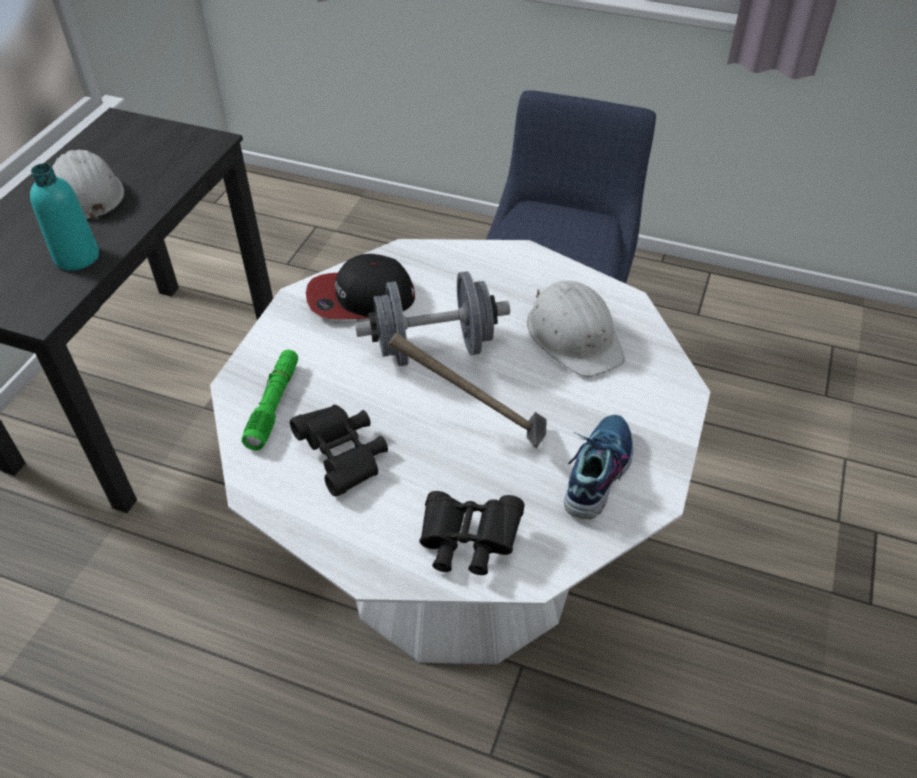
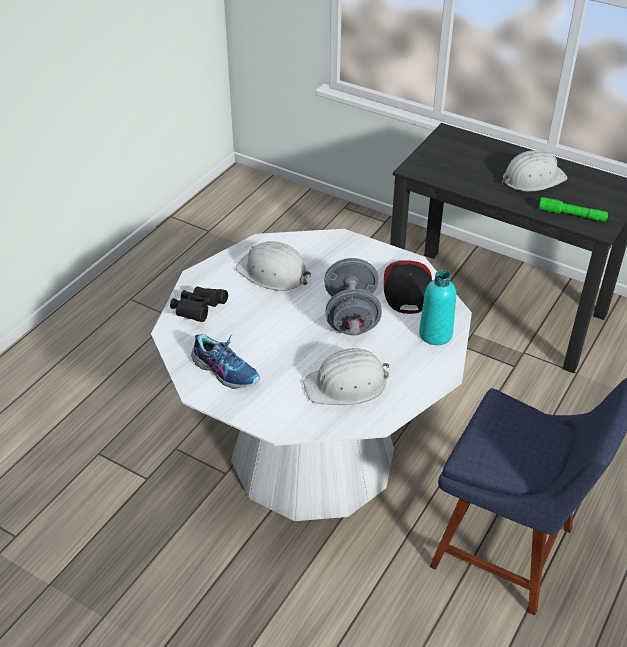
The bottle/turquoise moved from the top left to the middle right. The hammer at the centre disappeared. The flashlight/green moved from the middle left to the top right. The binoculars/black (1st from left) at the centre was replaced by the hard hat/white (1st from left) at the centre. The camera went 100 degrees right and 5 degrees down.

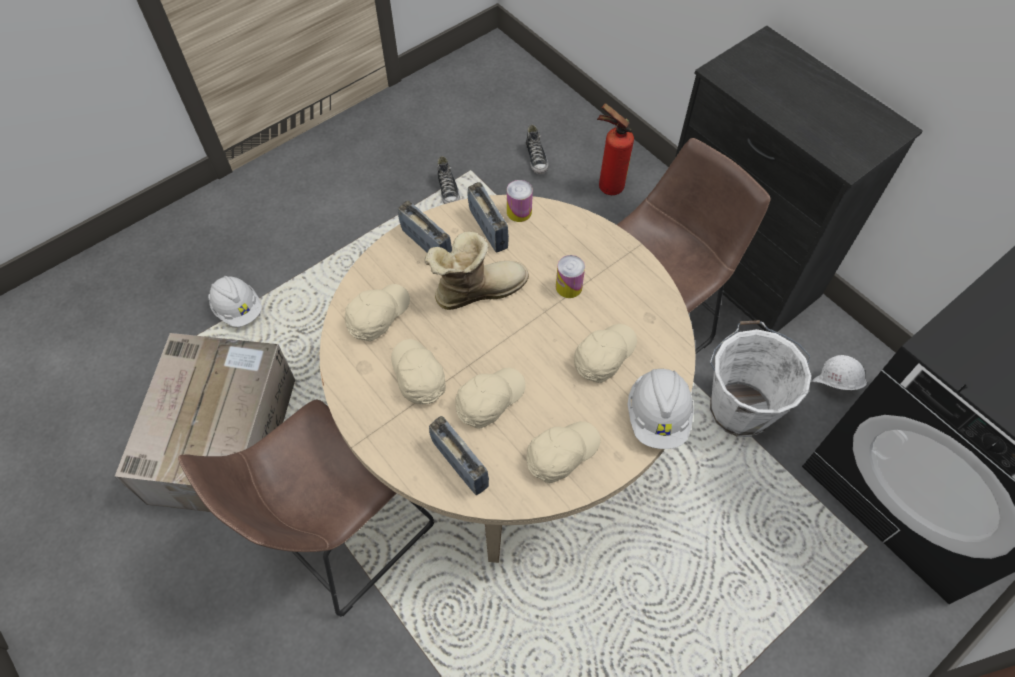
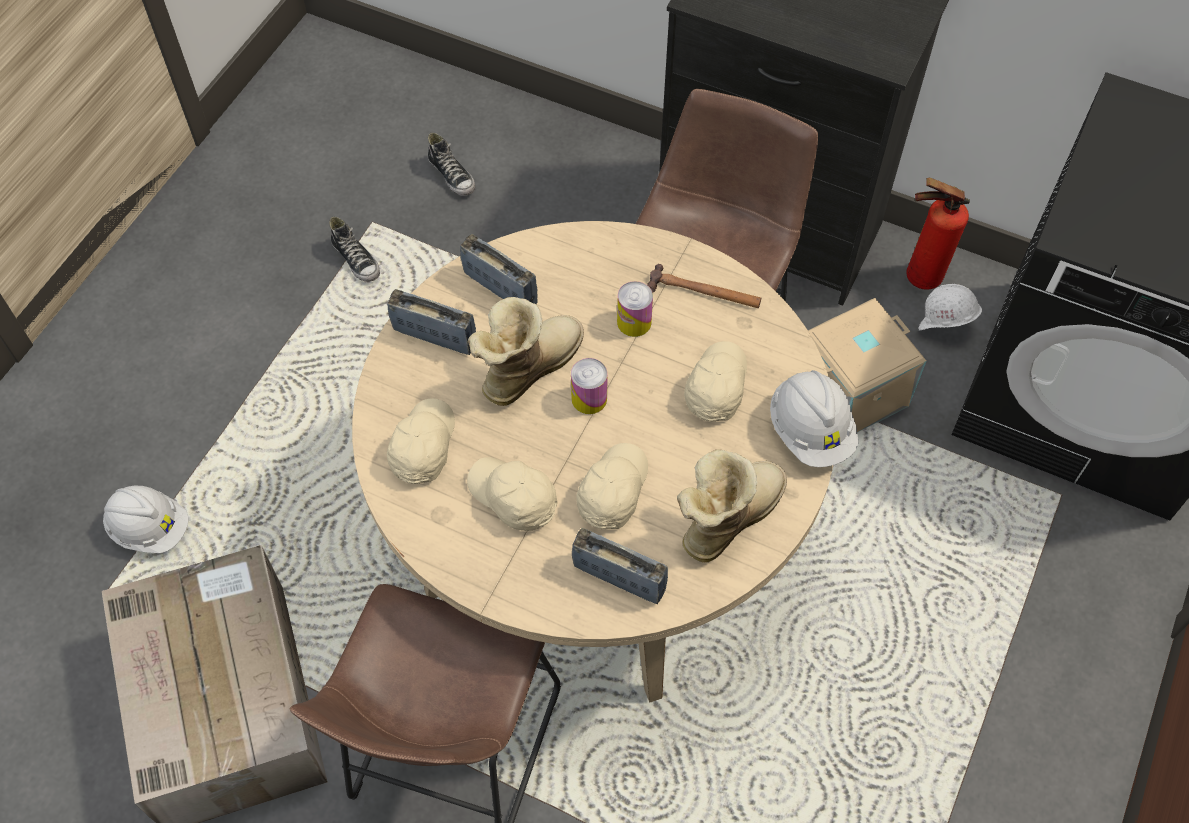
The fire extinguisher moved from the top centre to the top right. The can (1st from left) moved from the top centre to the centre. The bucket/white at the middle right was replaced by the storage box/beige at the middle right. The cap/beige (4th from left) at the bottom centre was replaced by the boot (2nd from left) at the centre. The hammer at the centre appeared. The camera went 25 degrees left and 0 degrees up.

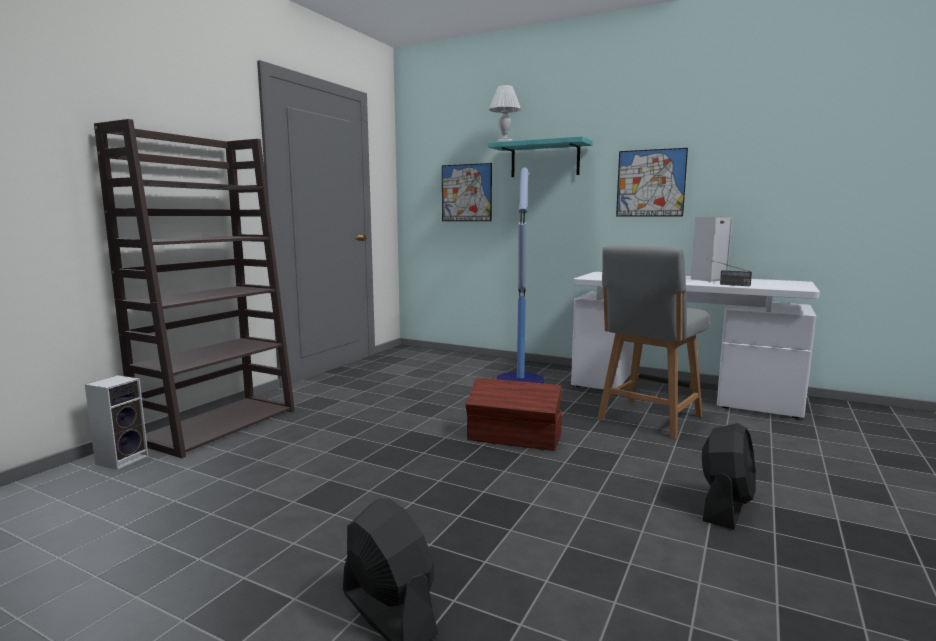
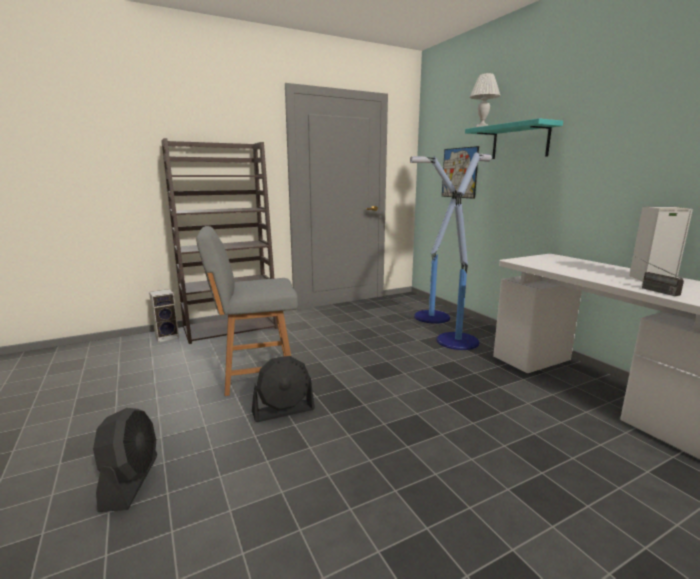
The picture (2nd from left) at the top right disappeared. The chair/grey moved from the middle right to the centre. The storage box/brown at the centre disappeared. The fan/black (2nd from left) moved from the bottom right to the bottom centre. The floor lamp (1st from left) at the centre appeared. The camera went 35 degrees right and 5 degrees up.

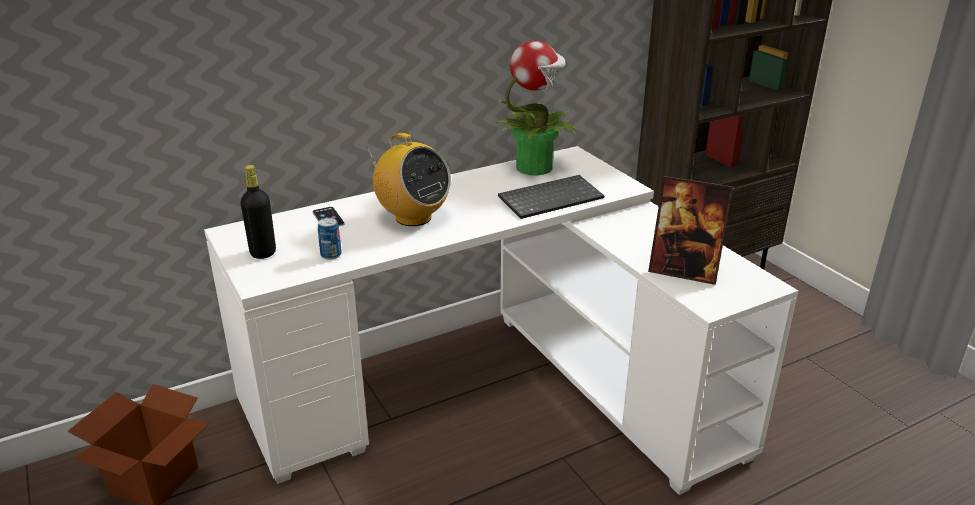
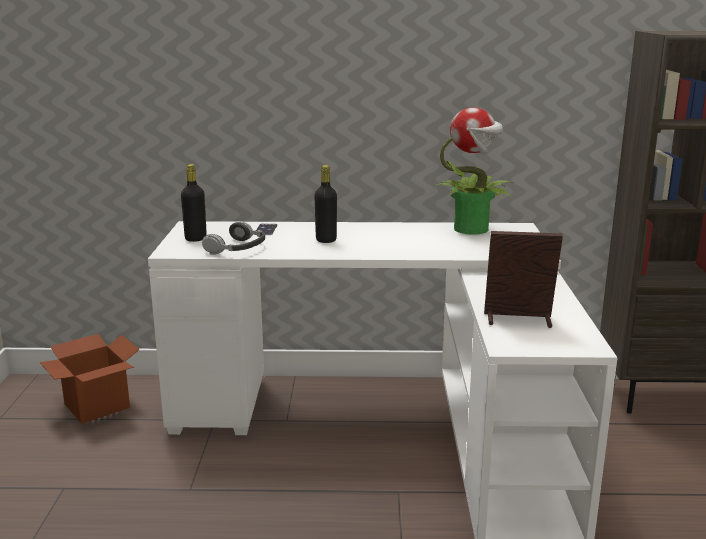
The radio at the centre was replaced by the bottle/black (2nd from left) at the centre. The keyboard at the centre disappeared. The picture frame at the middle right turned 135 degrees clockwise. The can at the centre was replaced by the headphones at the middle left. The camera went 30 degrees right and 10 degrees down.

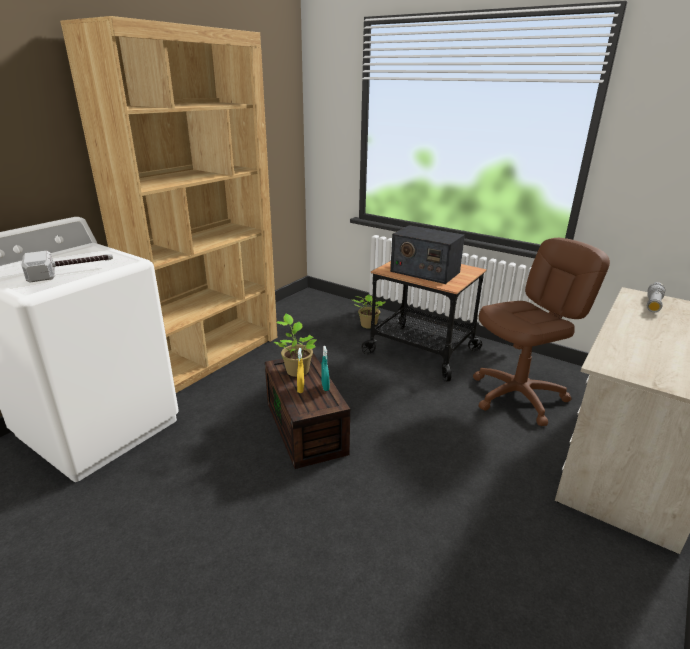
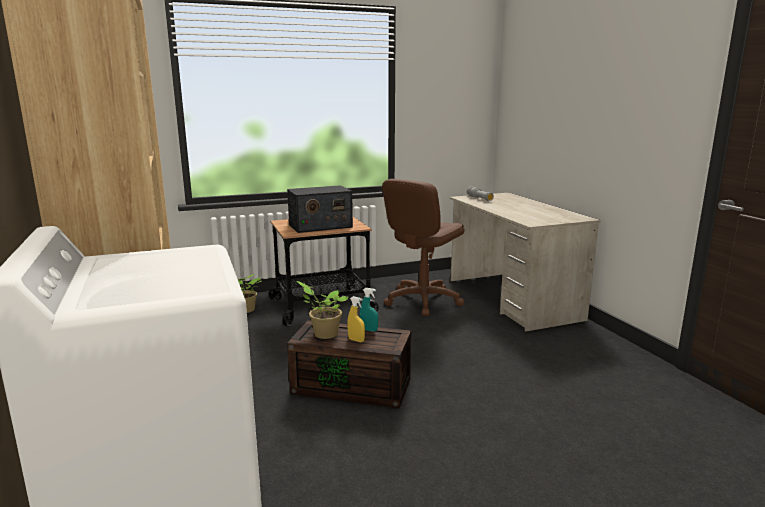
The office chair/brown at the middle right turned 150 degrees counterclockwise. The hammer at the middle left disappeared. The camera went 55 degrees left and 10 degrees down.

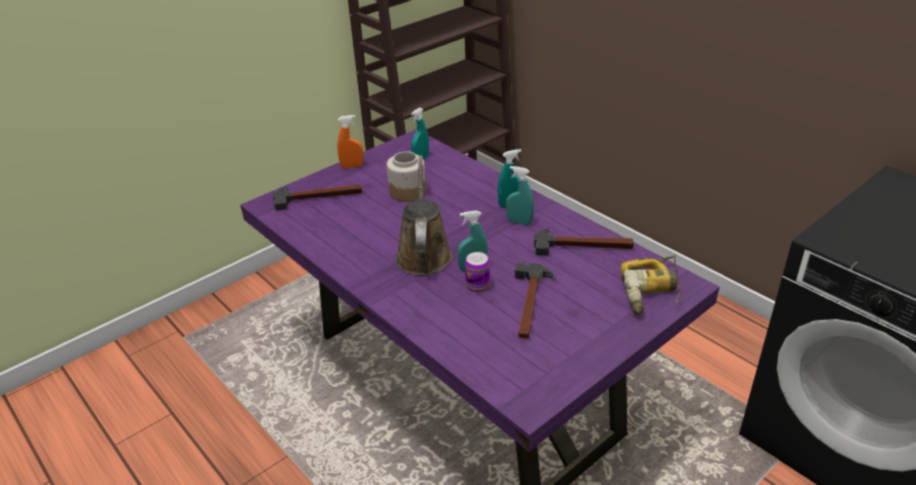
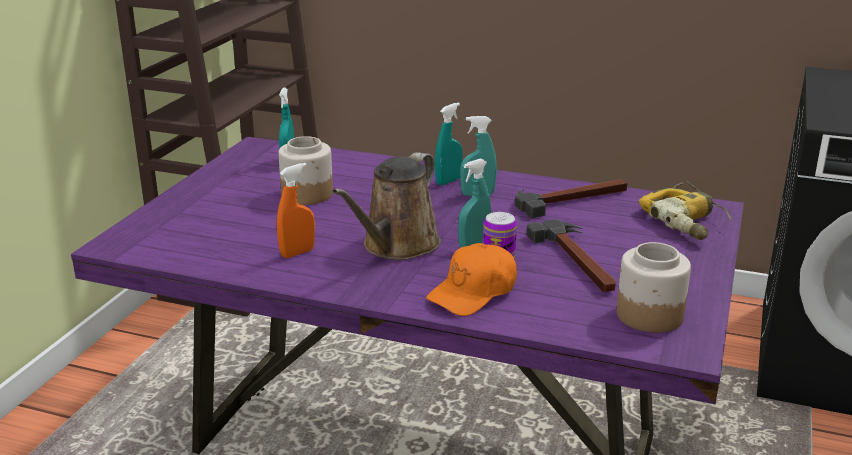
The spray bottle/orange moved from the top centre to the centre. The watering can/brown at the centre turned 120 degrees counterclockwise. The hammer (1st from left) at the centre disappeared. The jar (2nd from left) at the middle right appeared. The cap/orange at the centre appeared. The camera went 30 degrees left and 10 degrees down.

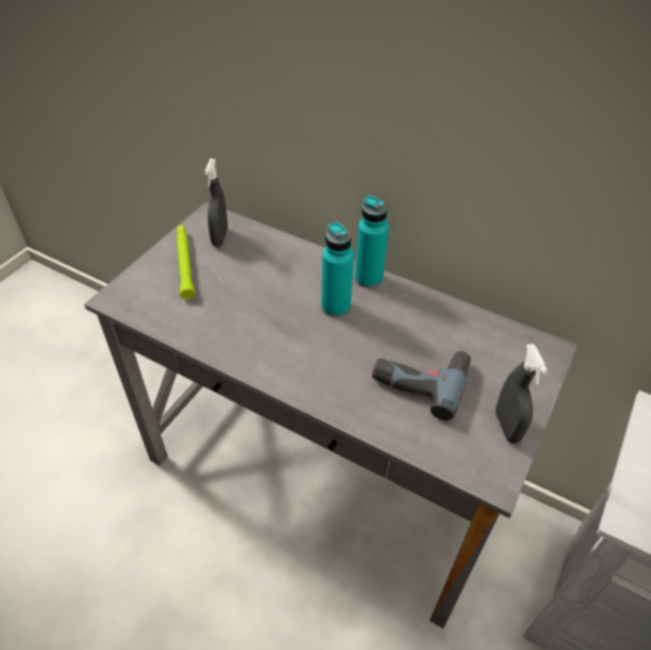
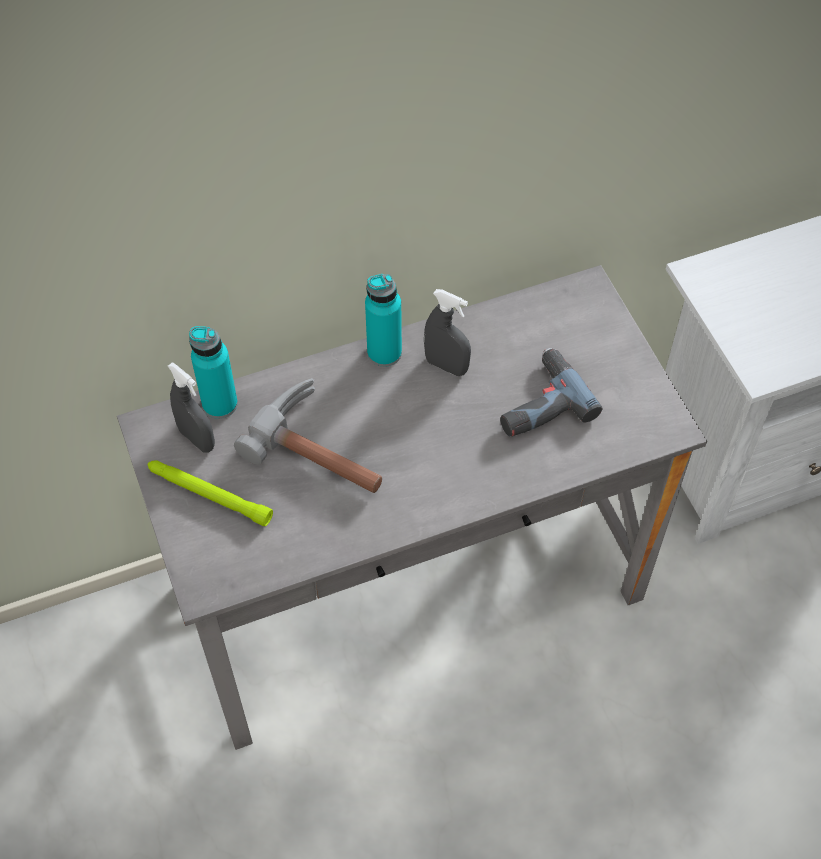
The bottle/turquoise (1st from left) moved from the centre to the middle left. The spray bottle/grey (2nd from left) moved from the middle right to the centre. The hammer at the centre appeared. The camera went 50 degrees left and 10 degrees up.

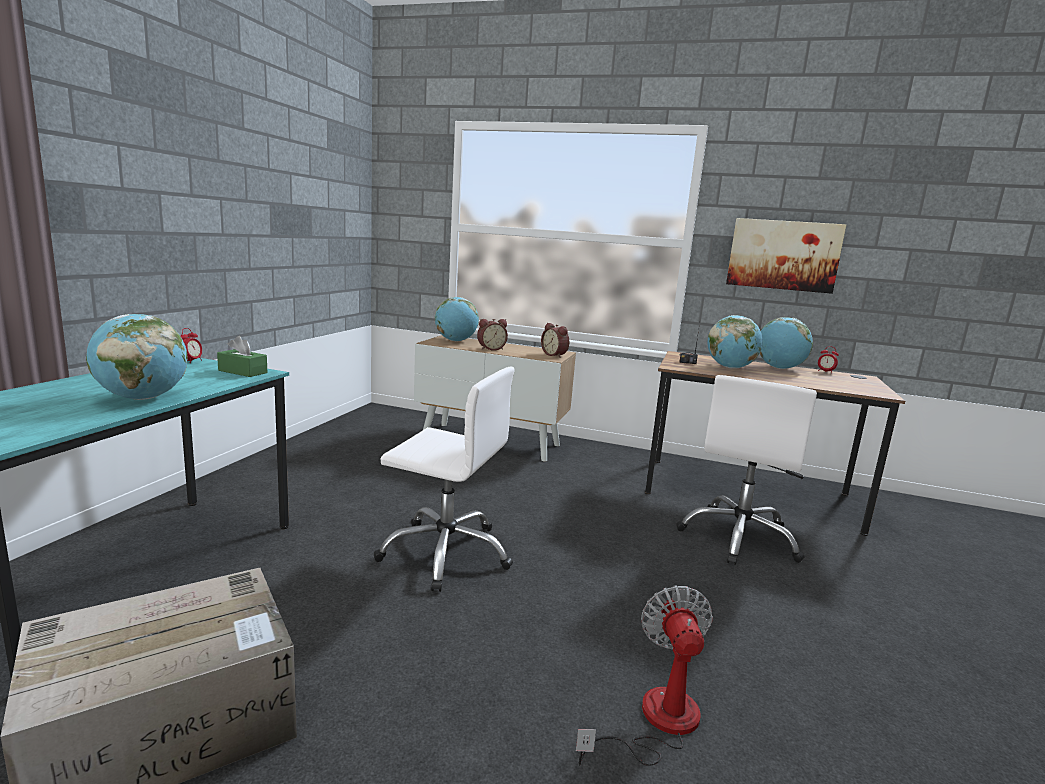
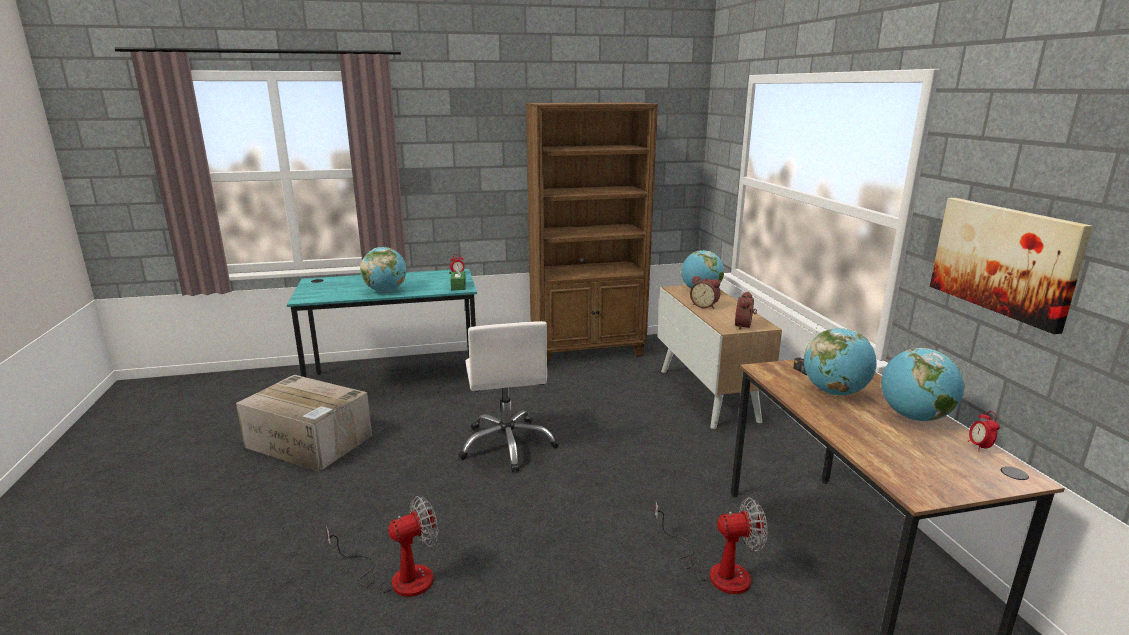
The office chair/white (2nd from left) at the middle right was replaced by the fan (2nd from left) at the bottom centre. The bookcase/brown at the centre appeared. The camera went 60 degrees right and 5 degrees up.

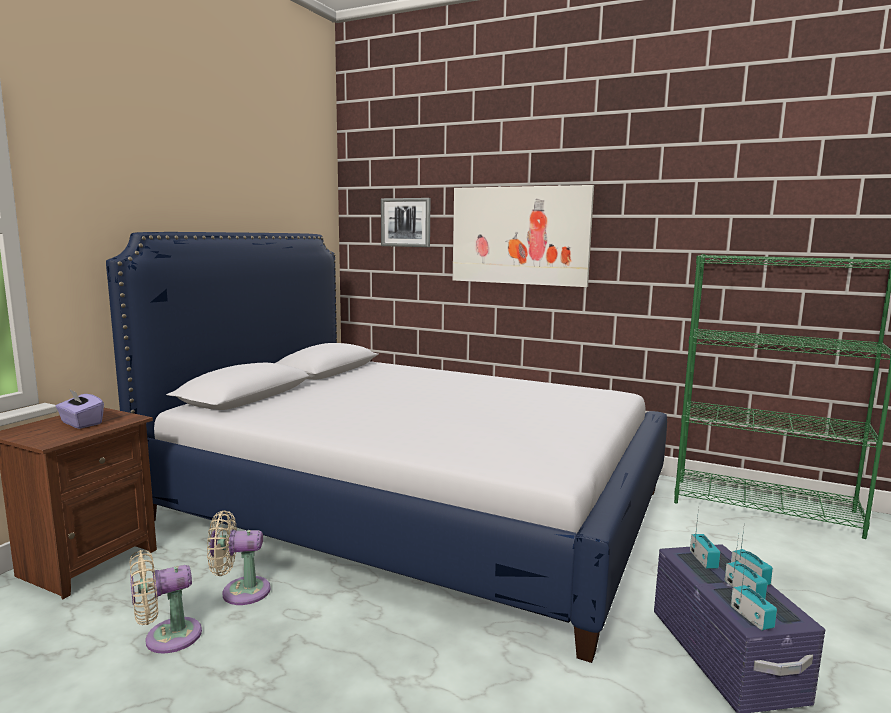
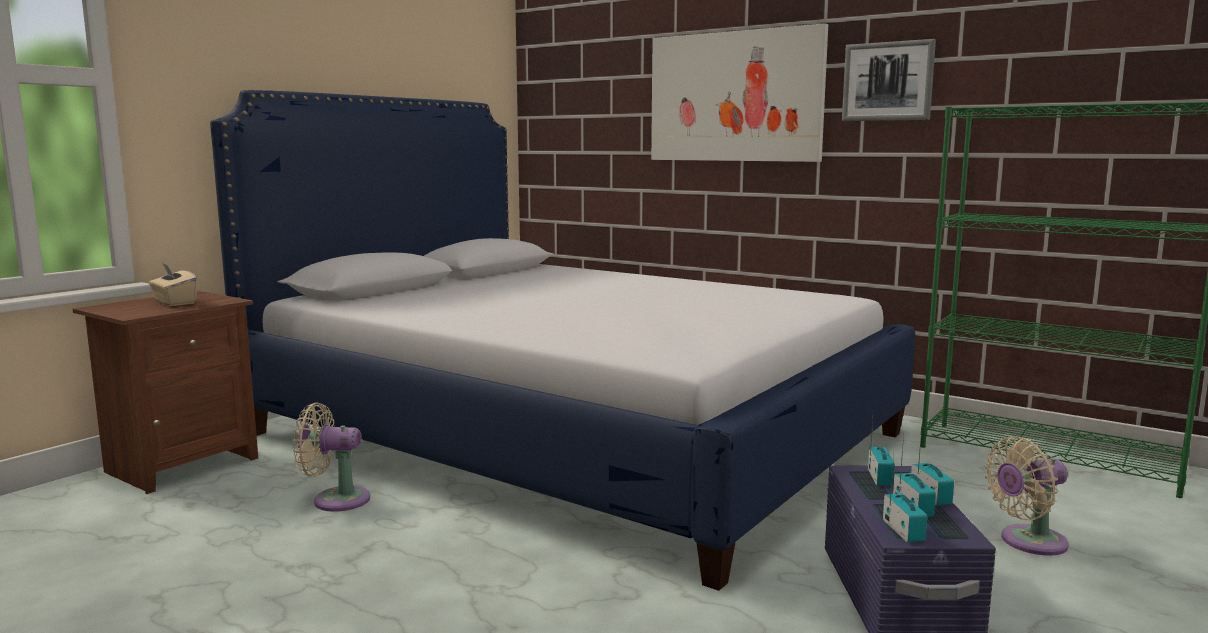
The picture (1st from left in the first image) moved from the top centre to the top right. The tissue box/purple at the middle left became the tissue box/beige at the middle left. The fan/beige (1st from left in the first image) moved from the bottom left to the bottom right. The camera went 10 degrees right and 0 degrees up.

